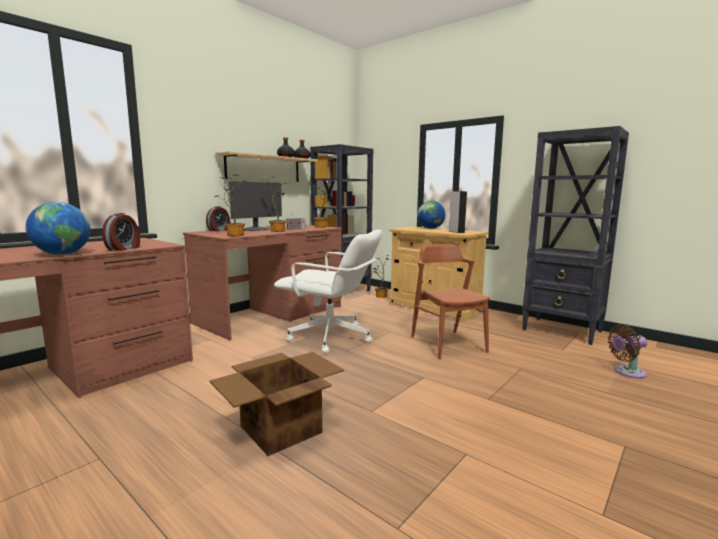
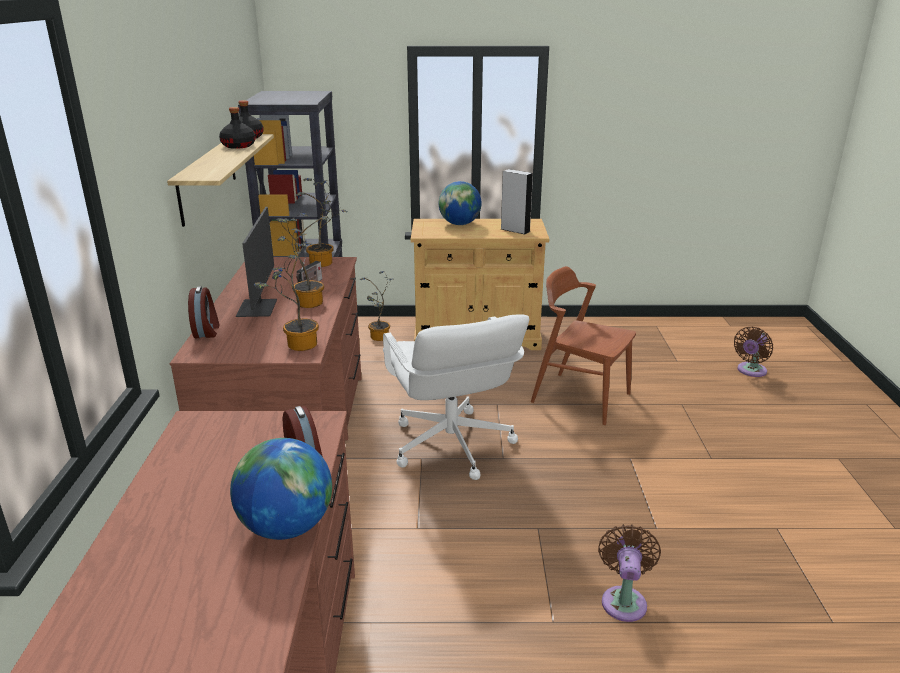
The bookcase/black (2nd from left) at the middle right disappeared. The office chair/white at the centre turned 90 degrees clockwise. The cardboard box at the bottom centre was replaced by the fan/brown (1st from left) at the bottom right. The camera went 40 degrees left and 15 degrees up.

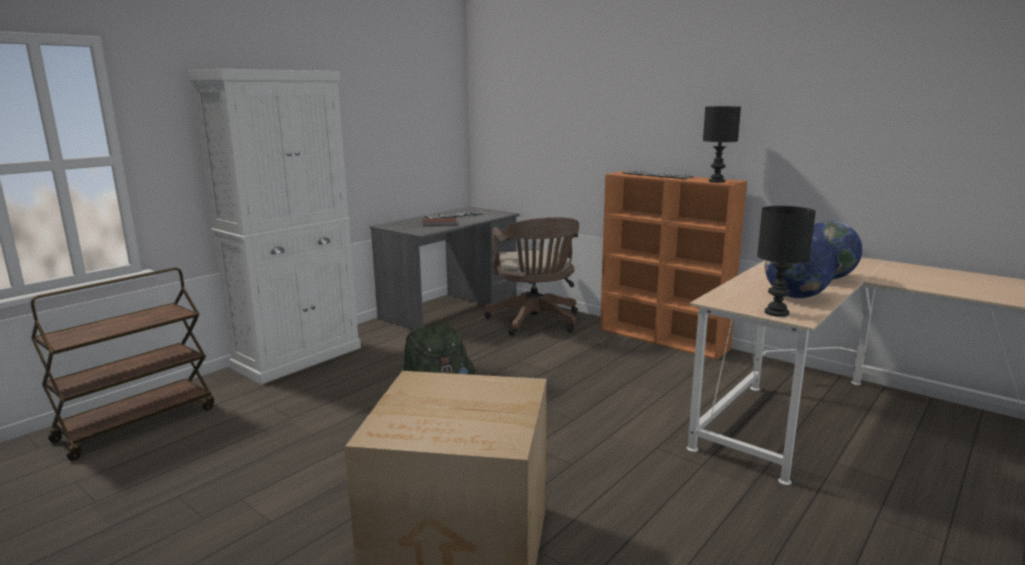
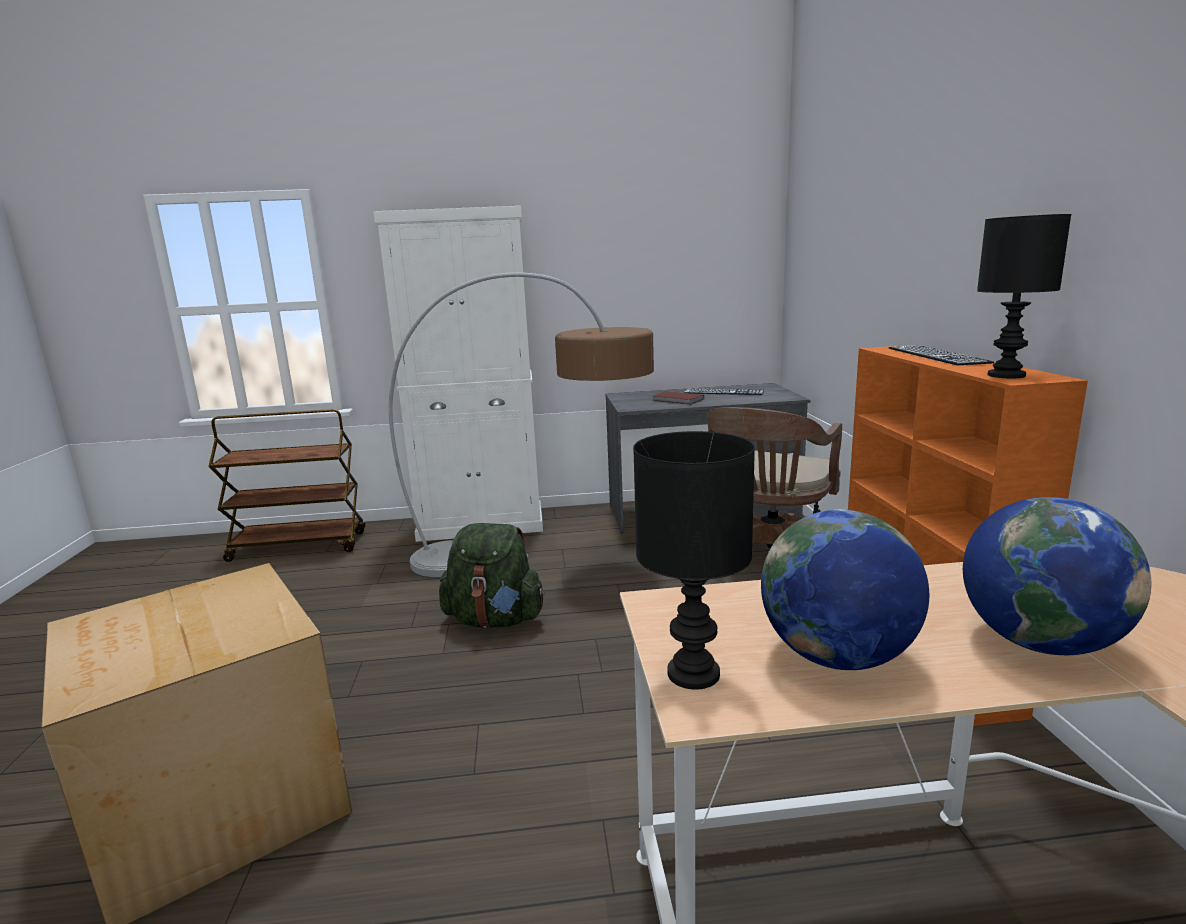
The floor lamp at the centre appeared. The camera went 45 degrees right and 0 degrees up.

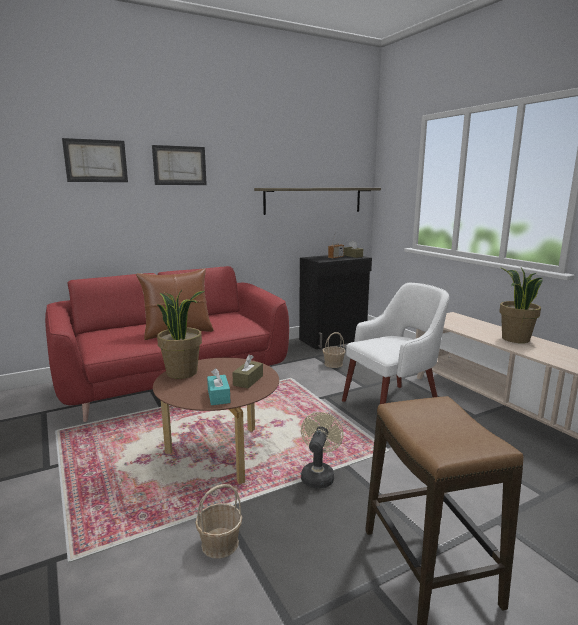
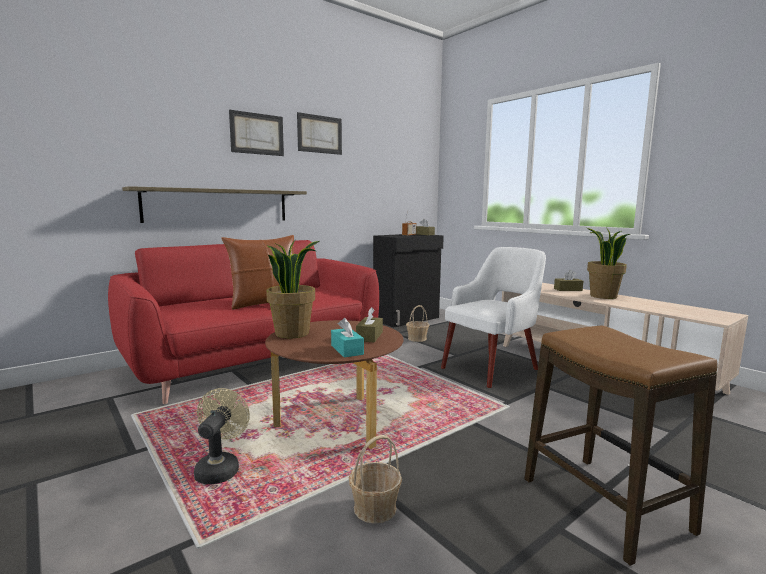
The picture (1st from left in the first image) moved from the top left to the top centre. The shelf moved from the top centre to the middle left. The fan/beige moved from the bottom centre to the bottom left. The tissue box/brown (3rd from left) at the middle right appeared. The camera went 10 degrees left and 5 degrees down.

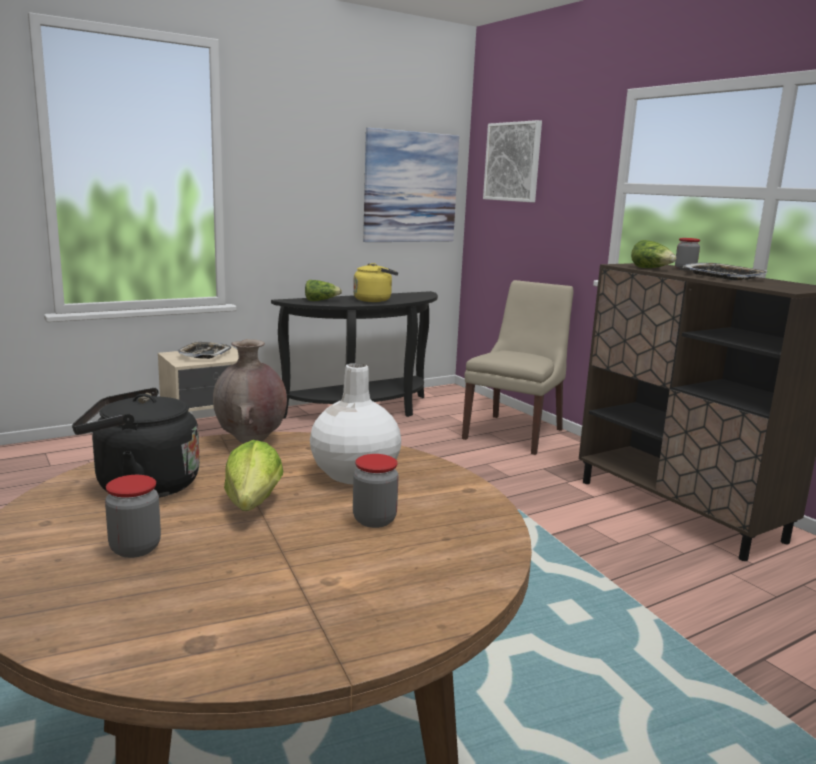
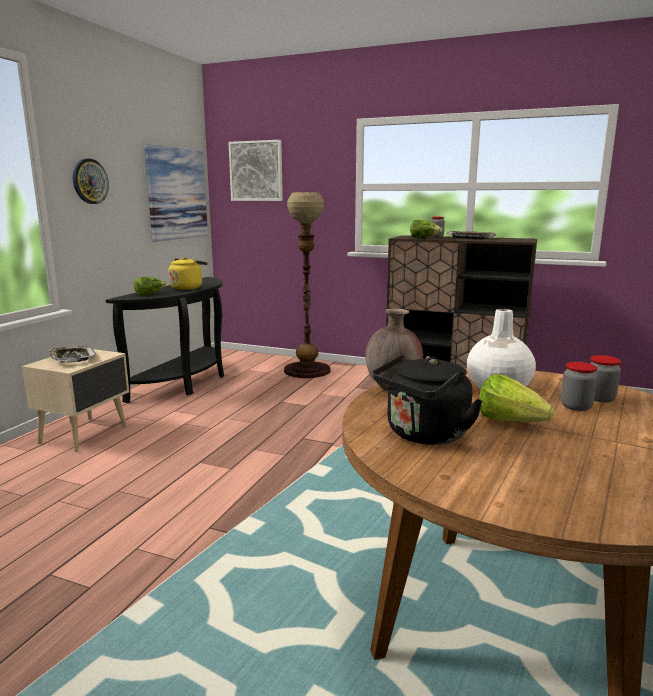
The chair/beige at the centre was replaced by the floor lamp at the centre. The jar (1st from left in the first image) moved from the bottom left to the middle right. The wall clock at the top left appeared. The camera went 35 degrees left and 0 degrees up.

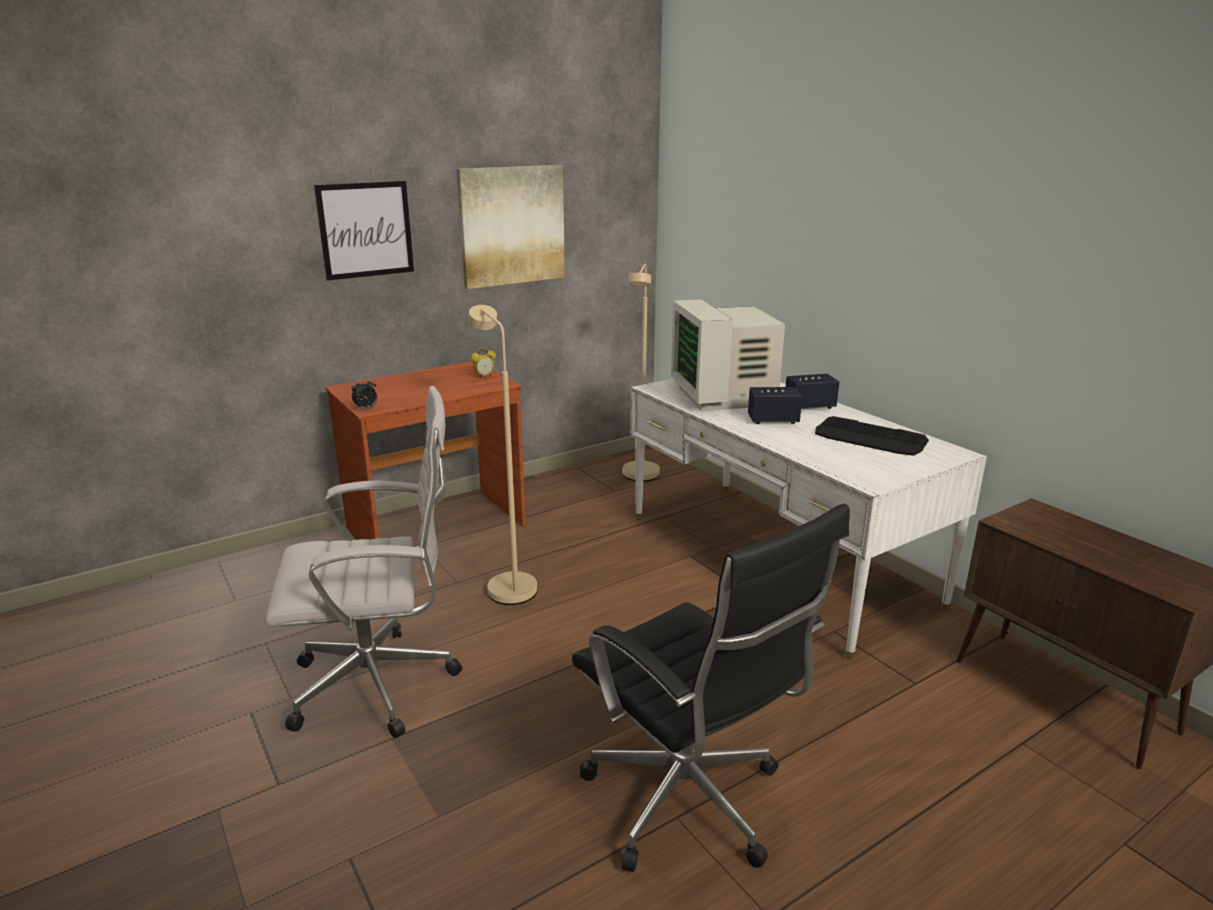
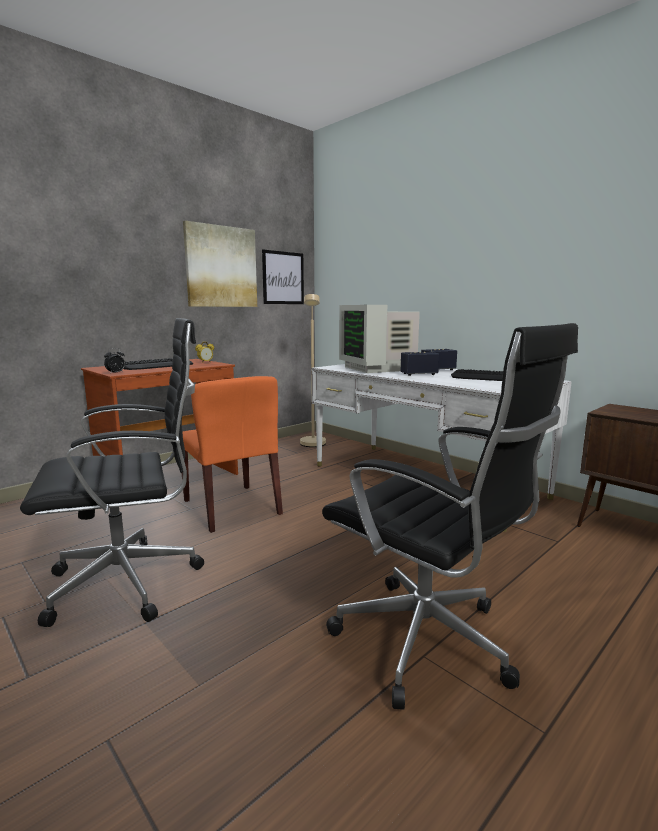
The picture (1st from left in the first image) moved from the top left to the centre. The floor lamp/beige (1st from left) at the centre was replaced by the chair/orange at the centre. The office chair/white at the middle left became the office chair/black (1st from left) at the middle left. The keyboard (1st from left) at the middle left appeared. The camera went 10 degrees left and 10 degrees down.

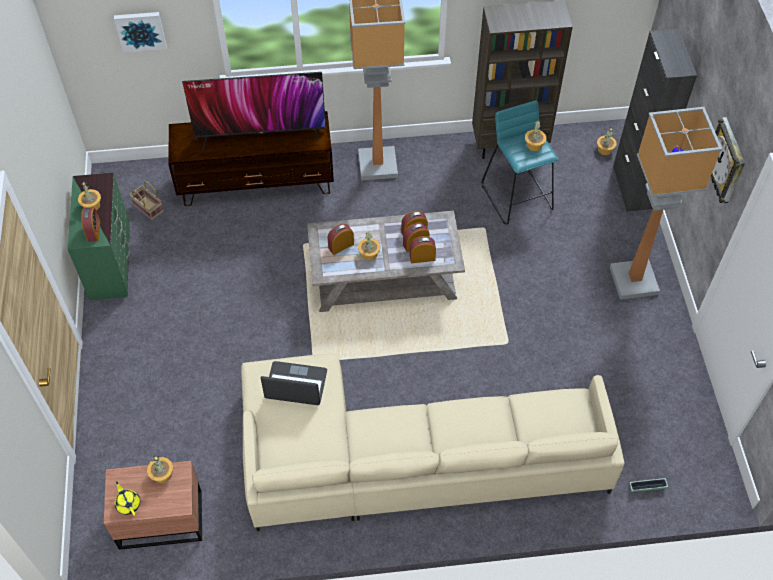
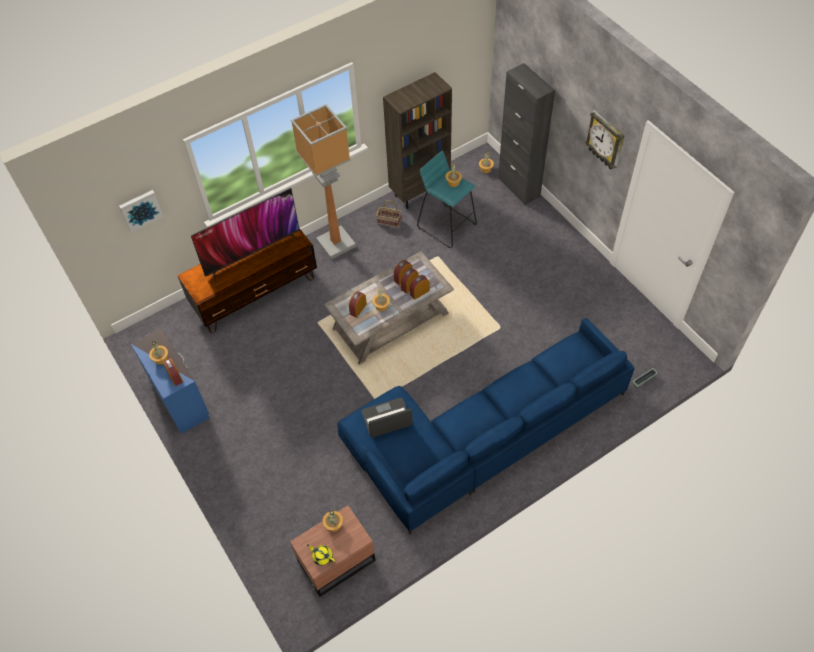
The floor lamp (2nd from left) at the middle right disappeared. The dresser/green at the middle left became the dresser/blue at the middle left. The basket moved from the middle left to the top centre. The sofa/beige at the bottom centre became the sofa/blue at the centre. The camera went 25 degrees left and 0 degrees up.

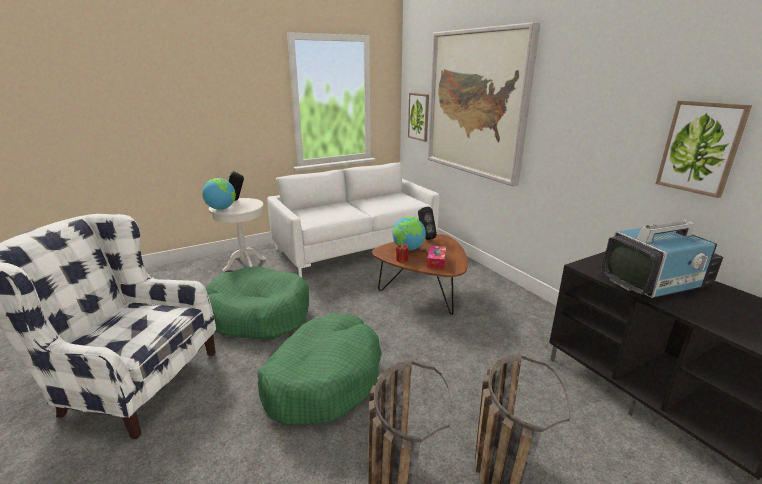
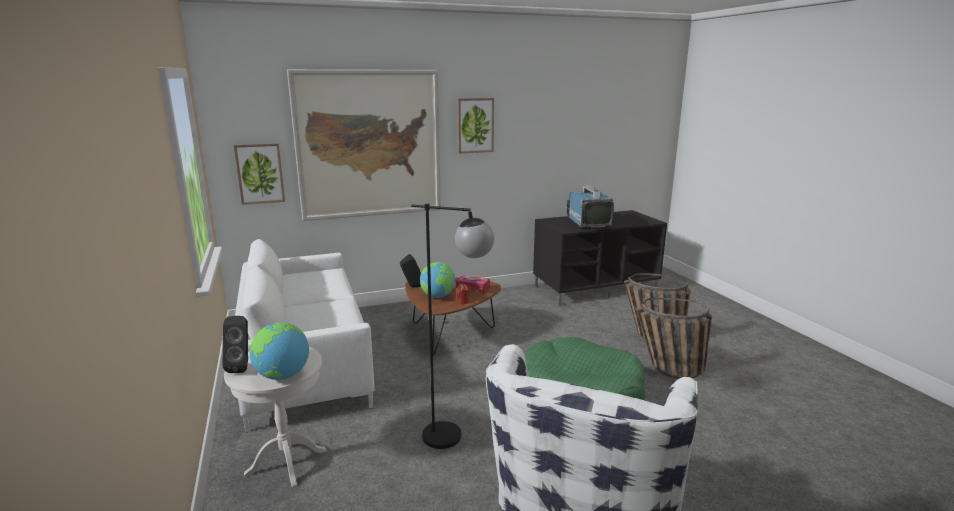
The picture (3rd from left) moved from the top right to the top centre. The dog bed/green (1st from left) at the centre was replaced by the floor lamp/black at the centre. The camera went 80 degrees left and 5 degrees down.

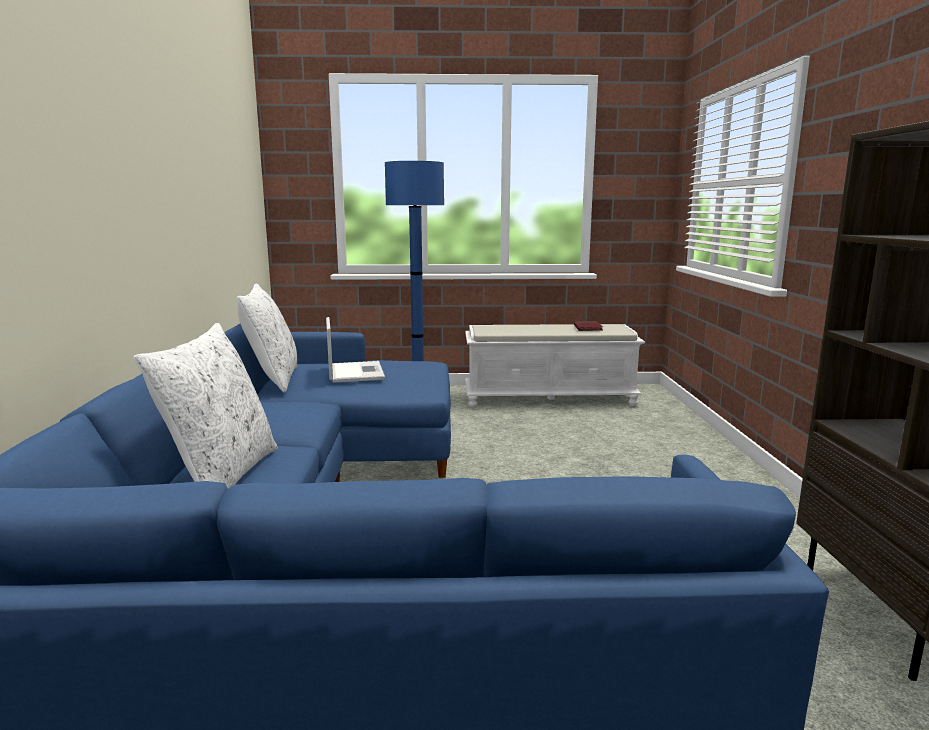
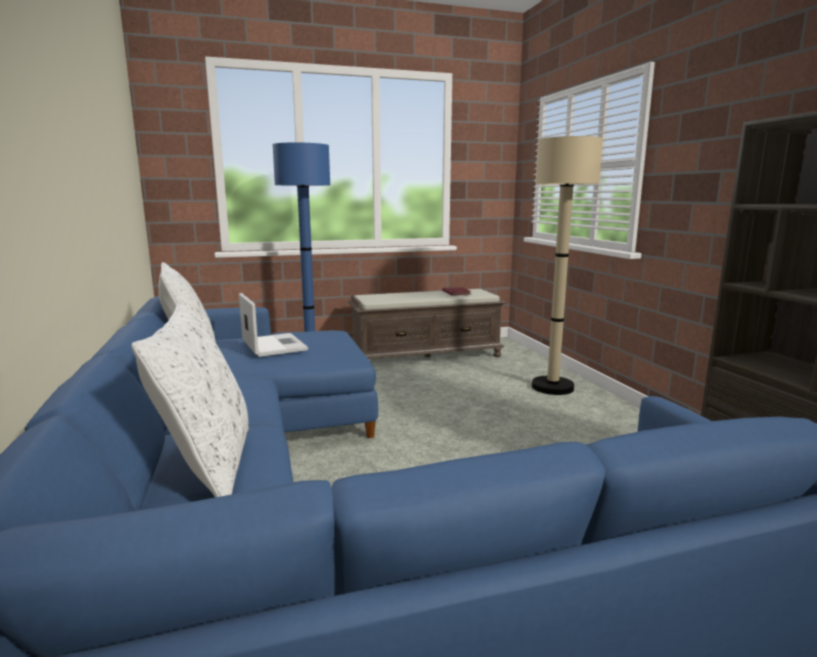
The bench/white at the centre became the bench/brown at the centre. The floor lamp/beige at the middle right appeared. The camera went 15 degrees left and 0 degrees up.

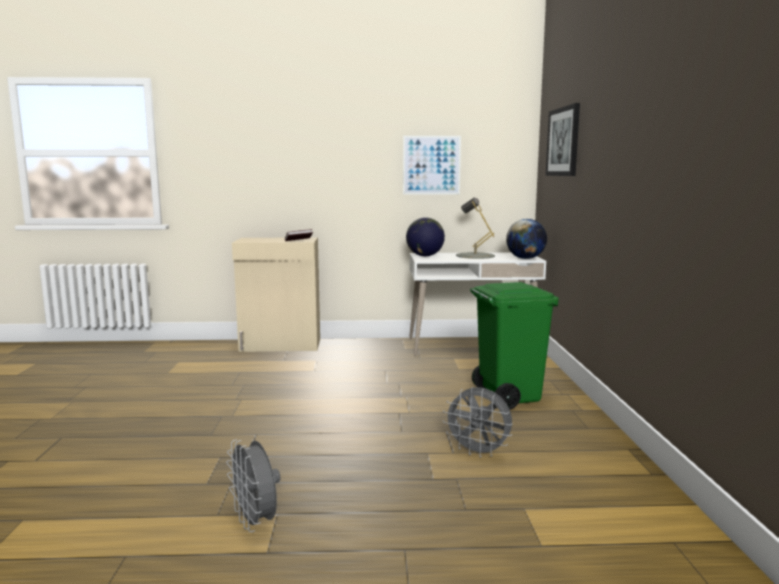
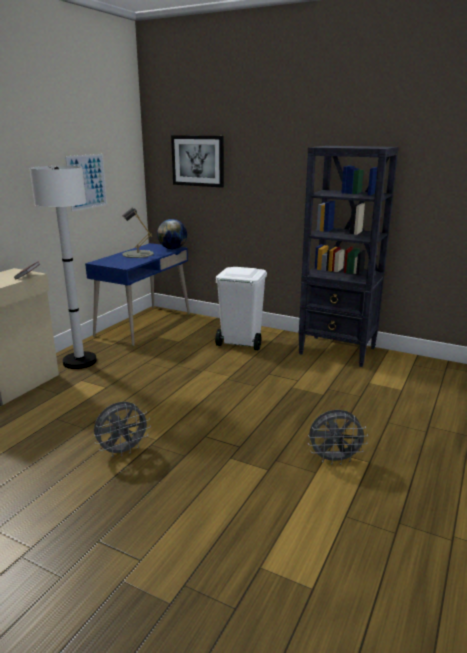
The globe (1st from left) at the centre disappeared. The desk/white at the centre became the desk/blue at the middle left. The trash can/green at the centre became the trash can/white at the centre. The fan/grey (2nd from left in the first image) moved from the bottom centre to the middle left. The bookcase/black at the middle right appeared. The floor lamp/white at the middle left appeared. The camera went 60 degrees left and 10 degrees up.

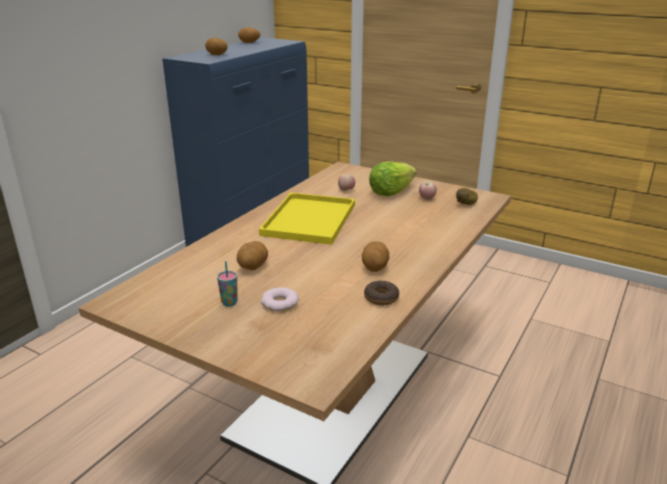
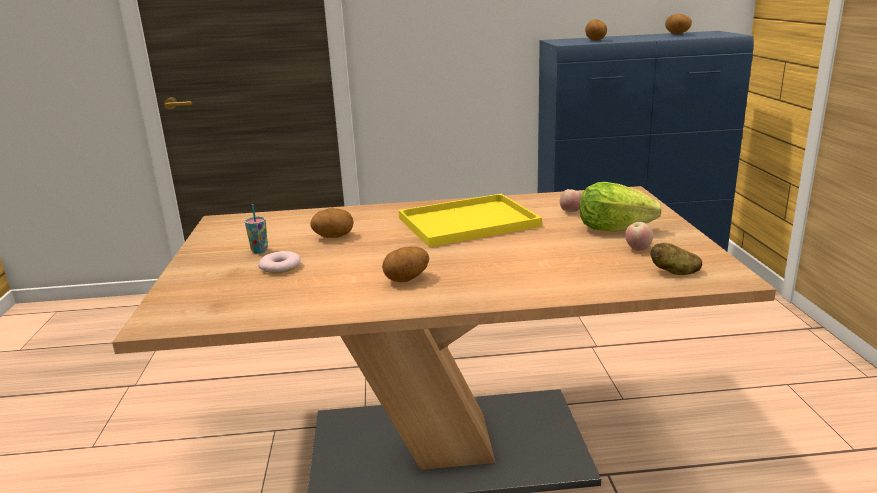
The donut (2nd from left) at the centre disappeared. The camera went 55 degrees right and 5 degrees down.

